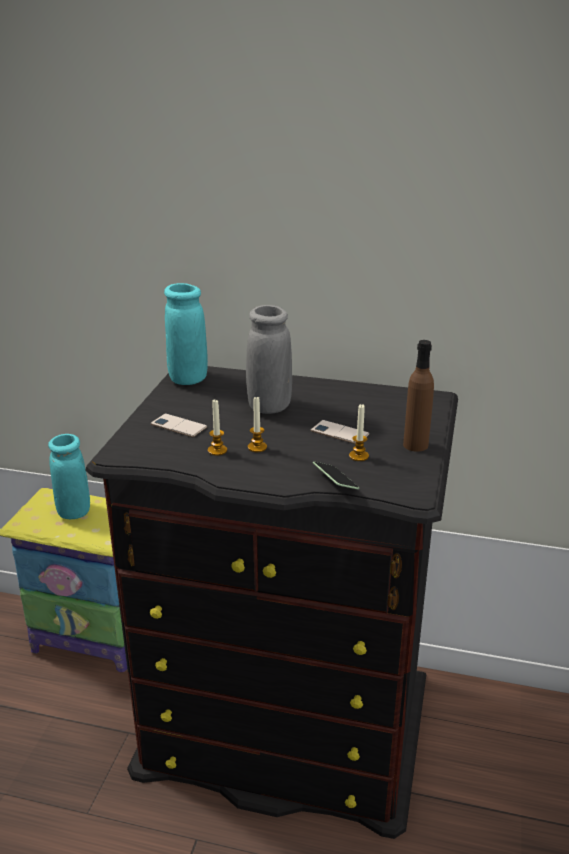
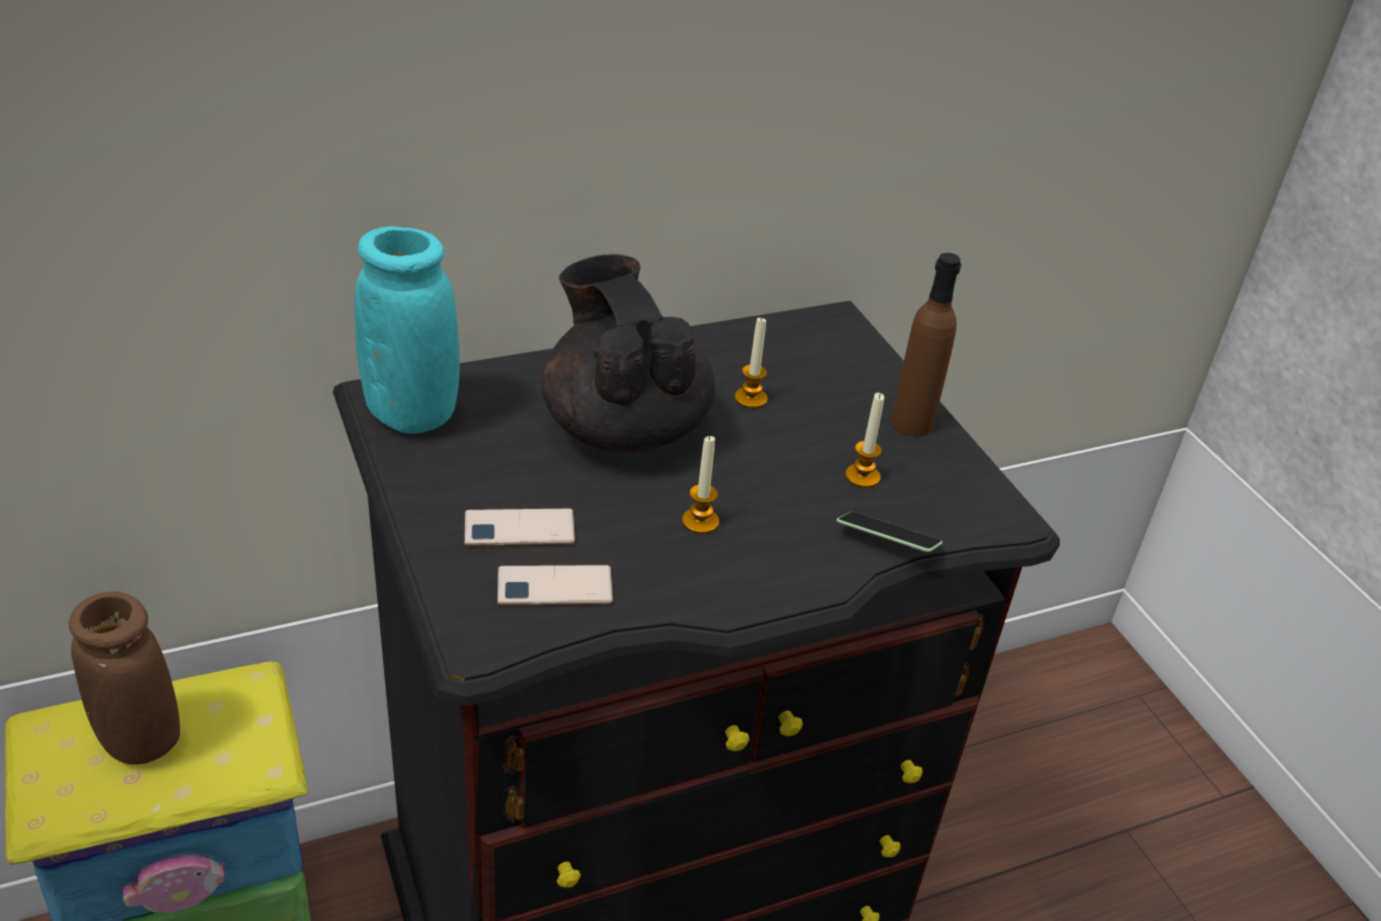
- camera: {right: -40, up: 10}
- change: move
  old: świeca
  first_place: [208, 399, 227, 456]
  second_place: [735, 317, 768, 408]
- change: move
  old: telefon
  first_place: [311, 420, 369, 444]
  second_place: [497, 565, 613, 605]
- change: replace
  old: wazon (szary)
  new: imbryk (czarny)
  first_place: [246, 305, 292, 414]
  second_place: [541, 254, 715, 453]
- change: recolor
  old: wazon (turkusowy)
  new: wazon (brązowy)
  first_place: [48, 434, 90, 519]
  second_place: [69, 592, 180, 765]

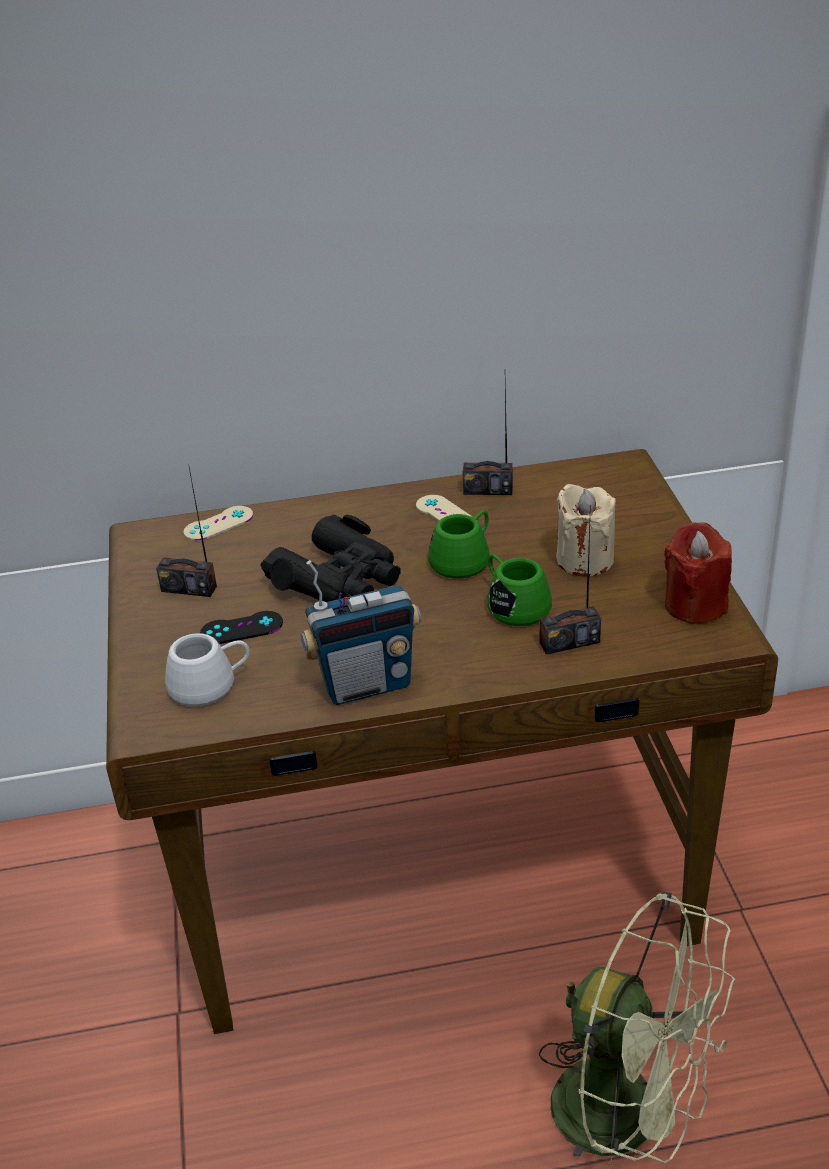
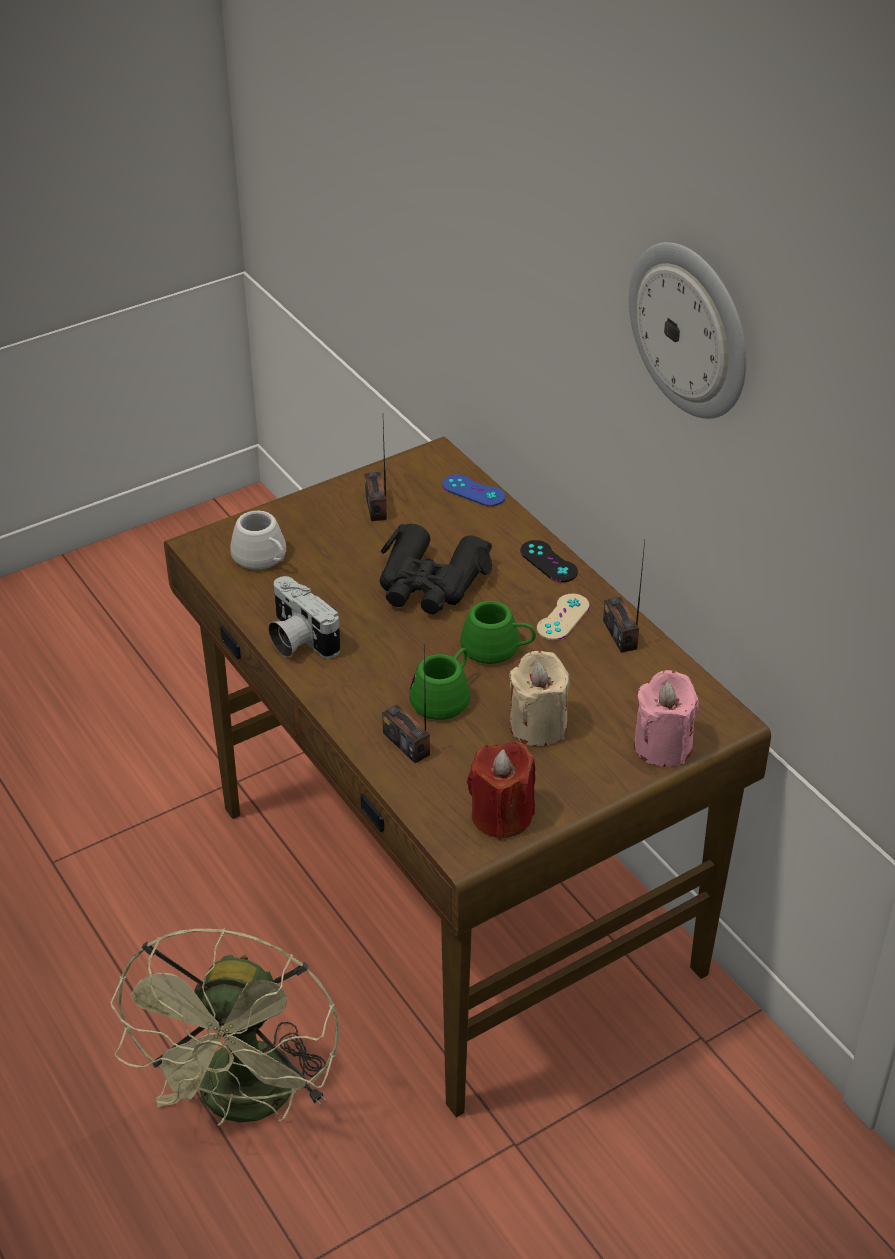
- camera: {right: 65, up: 5}
- change: insert
  new: zegar ścienny
  second_place: [629, 242, 747, 419]
- change: insert
  new: świeca (różowy)
  second_place: [634, 670, 699, 767]
- change: move
  old: pad do gier (czarny)
  first_place: [200, 611, 283, 644]
  second_place: [520, 540, 578, 582]
- change: replace
  old: radio
  new: aparat fotograficzny
  first_place: [301, 560, 421, 705]
  second_place: [268, 576, 340, 659]
- change: recolor
  old: pad do gier (beżowy)
  new: pad do gier (niebieski)
  first_place: [183, 506, 253, 541]
  second_place: [442, 474, 505, 506]

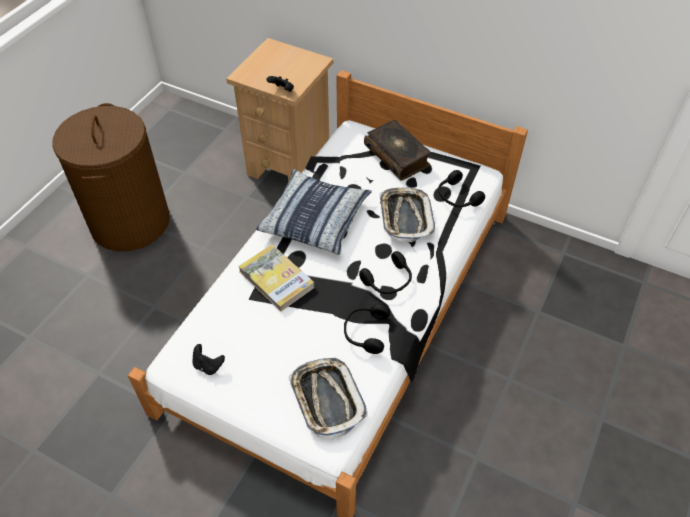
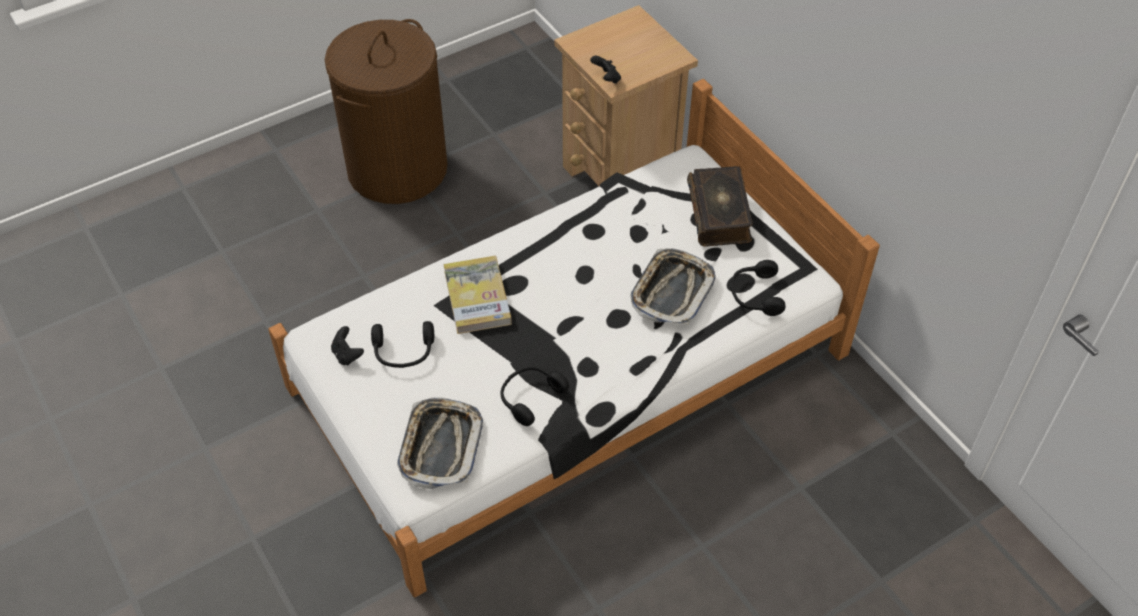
- camera: {right: 30, up: 0}
- change: delete
  old: poduszka
  first_place: [256, 169, 372, 255]
- change: move
  old: słuchawki (czarny)
  first_place: [359, 251, 412, 294]
  second_place: [371, 321, 434, 368]

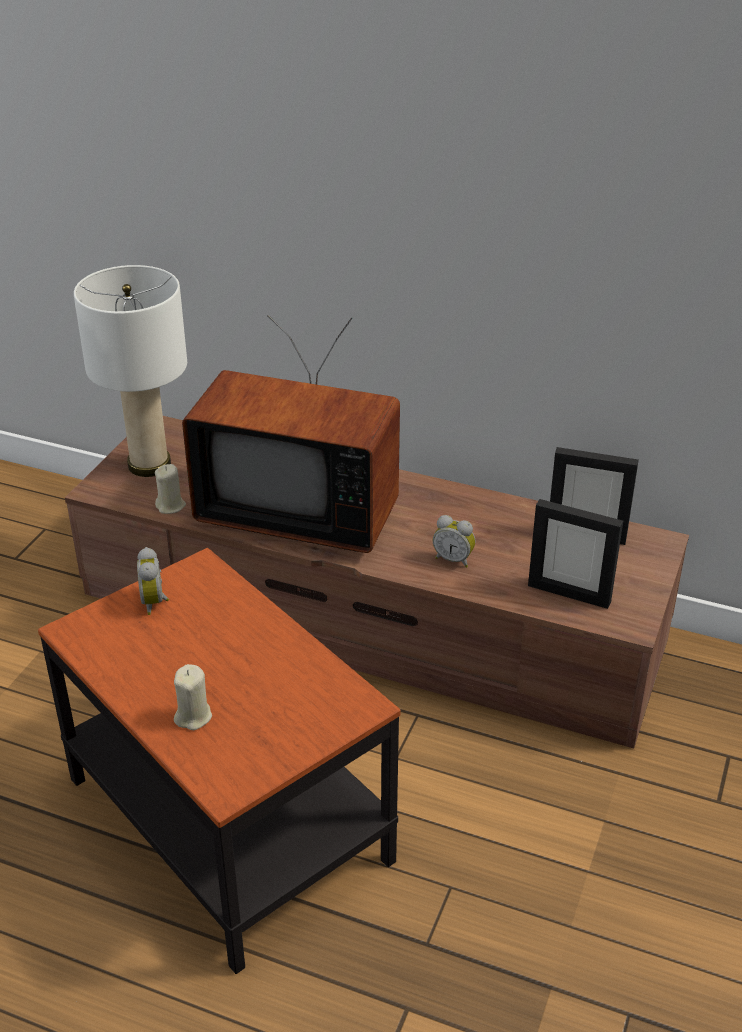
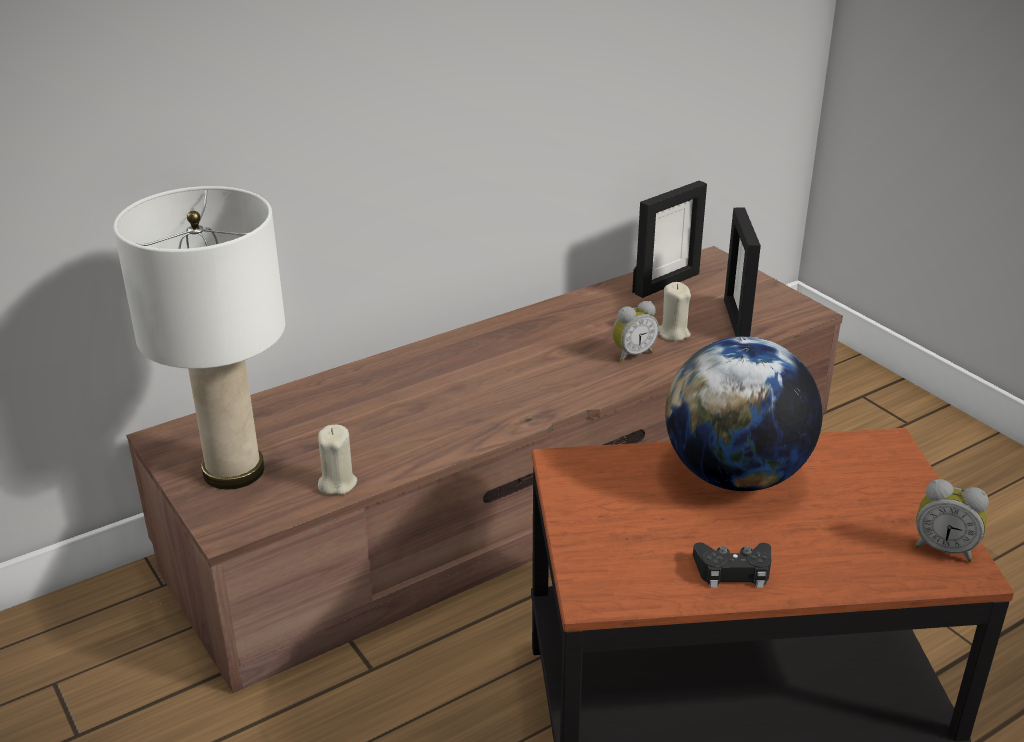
- camera: {right: -55, up: -5}
- change: delete
  old: telewizor
  first_place: [182, 315, 400, 553]
- change: insert
  new: globus
  second_place: [665, 337, 822, 491]
- change: insert
  new: pad do gier (czarny)
  second_place: [693, 542, 771, 588]
- change: move
  old: budzik
  first_place: [137, 547, 169, 615]
  second_place: [915, 479, 989, 562]
- change: move
  old: świeca (beżowy)
  first_place: [174, 664, 212, 730]
  second_place: [659, 282, 691, 341]
- change: rotate
  old: ramka na zdjęcie
  first_place: [528, 499, 623, 609]
  second_place: [724, 208, 761, 337]
  degrees: 120

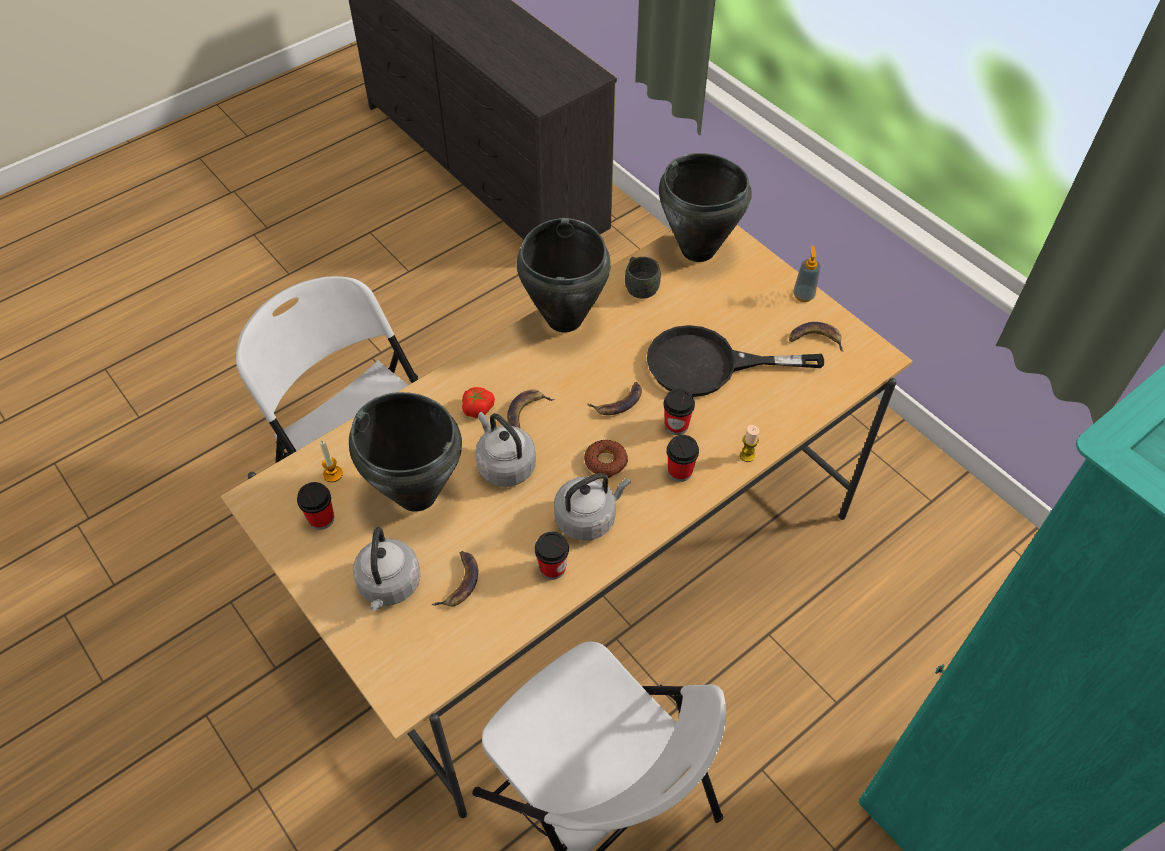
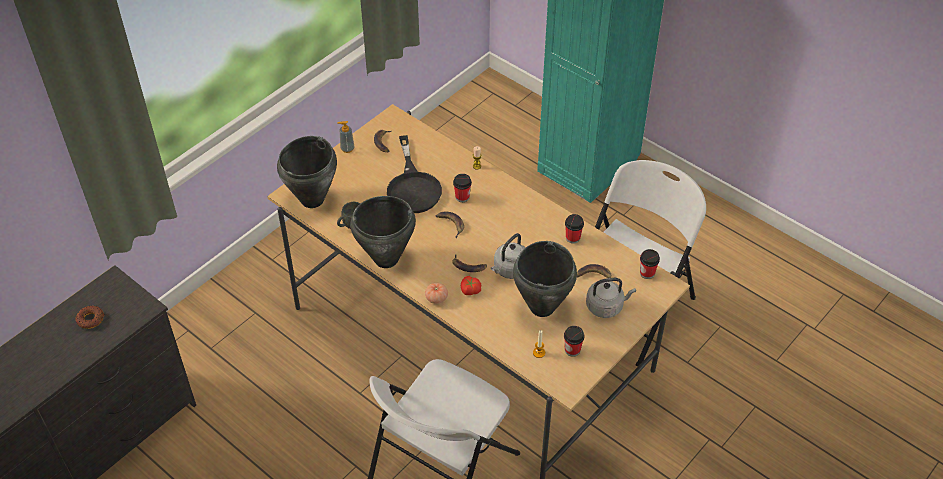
- camera: {right: -100, up: -5}
- change: delete
  old: czajnik (szary)
  first_place: [554, 473, 631, 541]
- change: insert
  new: pomidor
  second_place: [425, 283, 448, 304]
- change: move
  old: donut
  first_place: [584, 440, 628, 478]
  second_place: [76, 306, 105, 329]
- change: move
  old: filiżanka
  first_place: [667, 435, 699, 482]
  second_place: [640, 249, 660, 279]

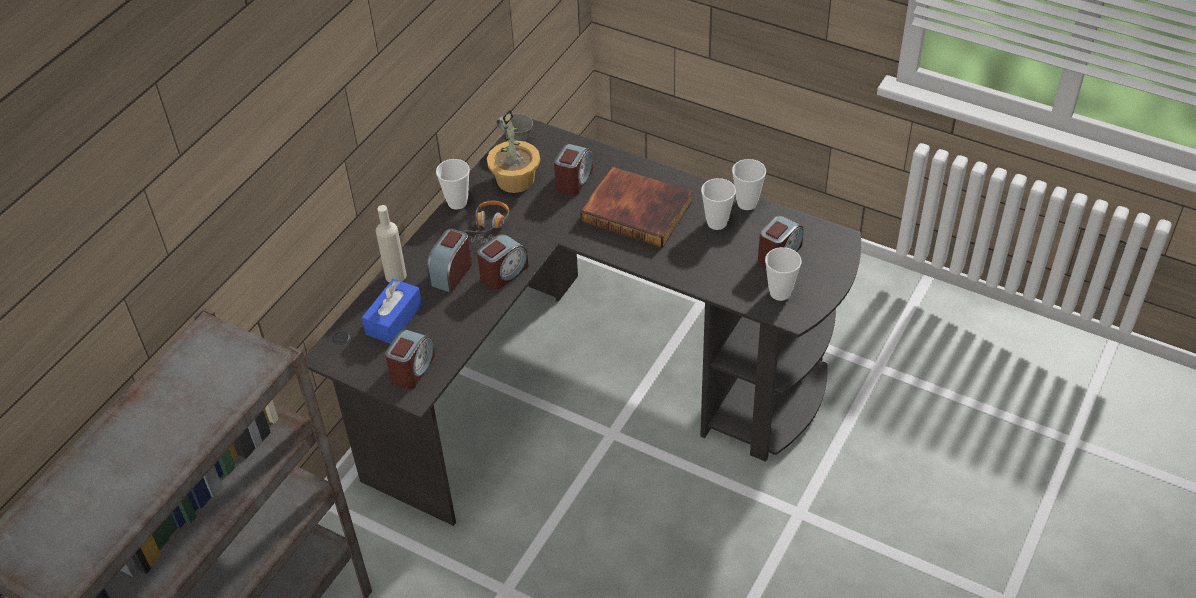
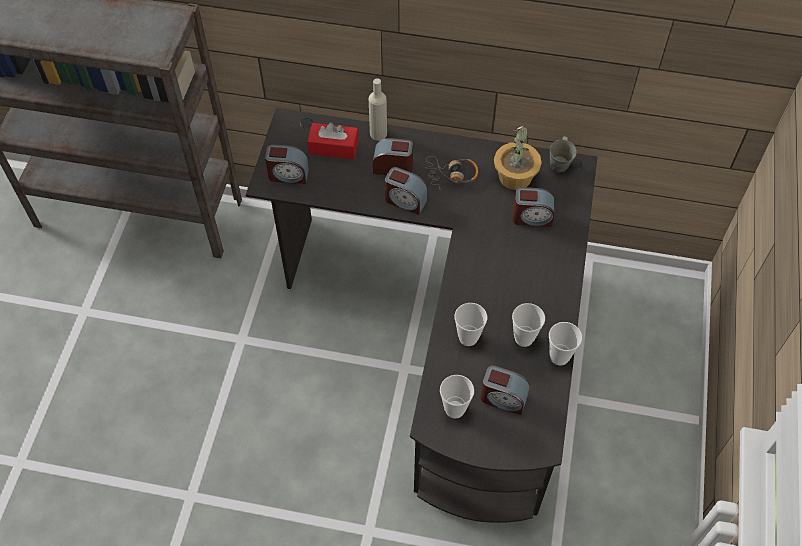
- camera: {right: 70, up: 10}
- change: delete
  old: książka
  first_place: [581, 167, 692, 248]
- change: move
  old: filiżanka
  first_place: [436, 159, 470, 210]
  second_place: [454, 303, 487, 346]
- change: recolor
  old: pudełko chusteczek (niebieski)
  new: pudełko chusteczek (czerwony)
  first_place: [362, 279, 422, 344]
  second_place: [307, 123, 359, 160]

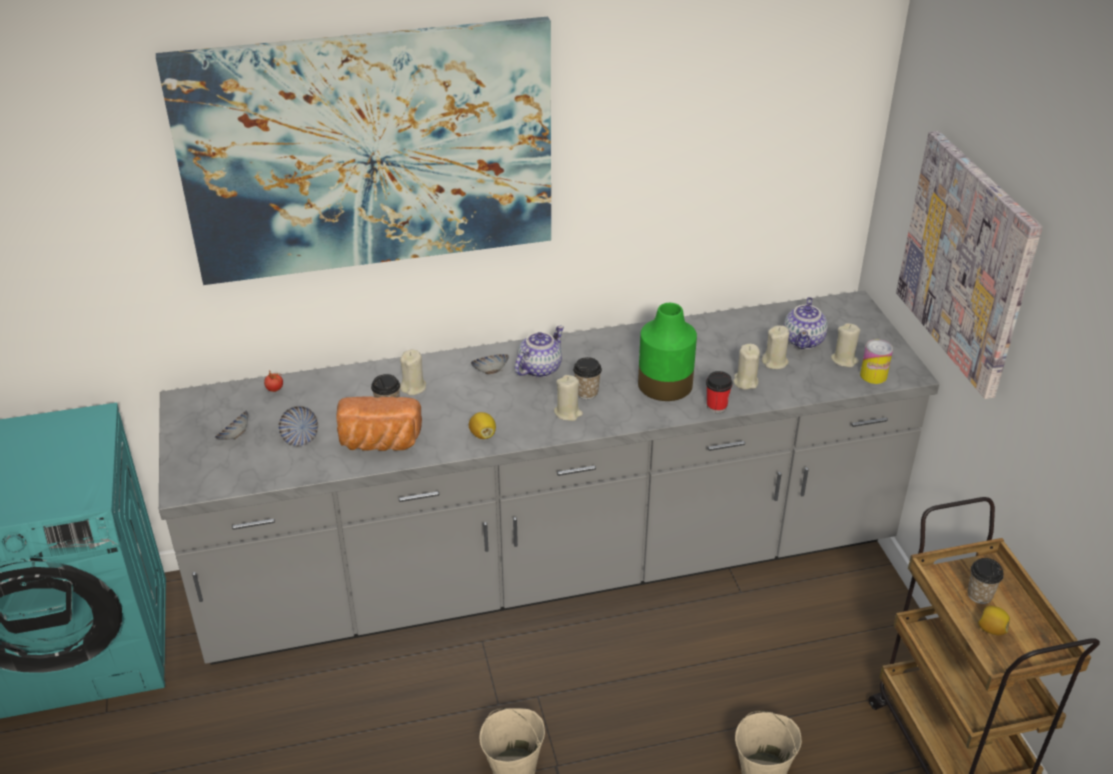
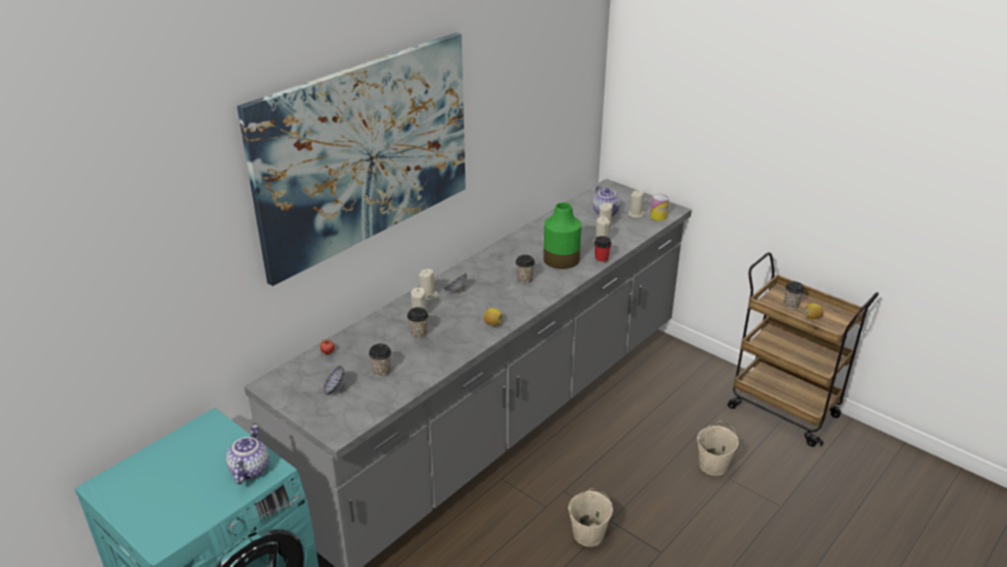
- camera: {right: -35, up: -5}
- change: delete
  old: chleb
  first_place: [336, 396, 422, 451]
- change: delete
  old: obraz
  first_place: [896, 131, 1042, 399]
- change: move
  old: imbryk
  first_place: [515, 326, 564, 378]
  second_place: [226, 425, 269, 484]
- change: move
  old: świeca (beżowy)
  first_place: [554, 375, 583, 421]
  second_place: [419, 269, 438, 301]
- change: replace
  old: miska
  new: filiżanka
  first_place: [278, 406, 318, 447]
  second_place: [369, 344, 391, 377]

